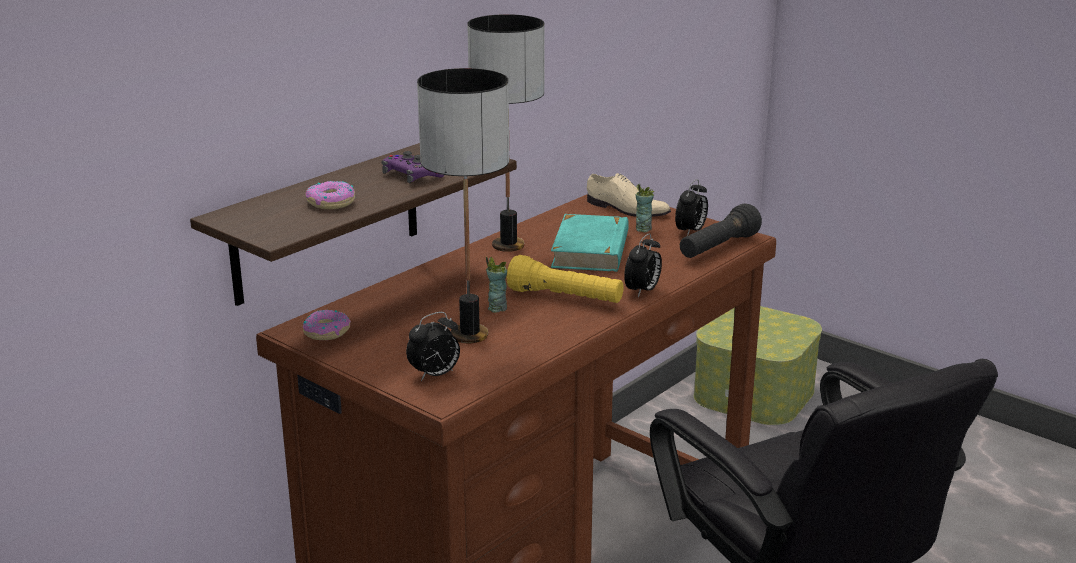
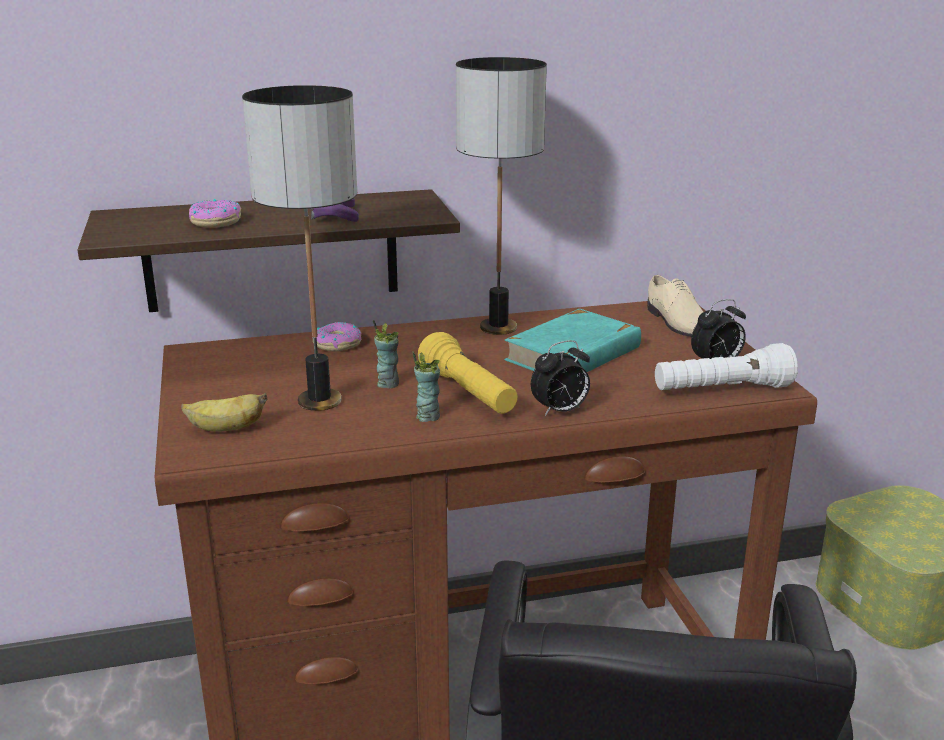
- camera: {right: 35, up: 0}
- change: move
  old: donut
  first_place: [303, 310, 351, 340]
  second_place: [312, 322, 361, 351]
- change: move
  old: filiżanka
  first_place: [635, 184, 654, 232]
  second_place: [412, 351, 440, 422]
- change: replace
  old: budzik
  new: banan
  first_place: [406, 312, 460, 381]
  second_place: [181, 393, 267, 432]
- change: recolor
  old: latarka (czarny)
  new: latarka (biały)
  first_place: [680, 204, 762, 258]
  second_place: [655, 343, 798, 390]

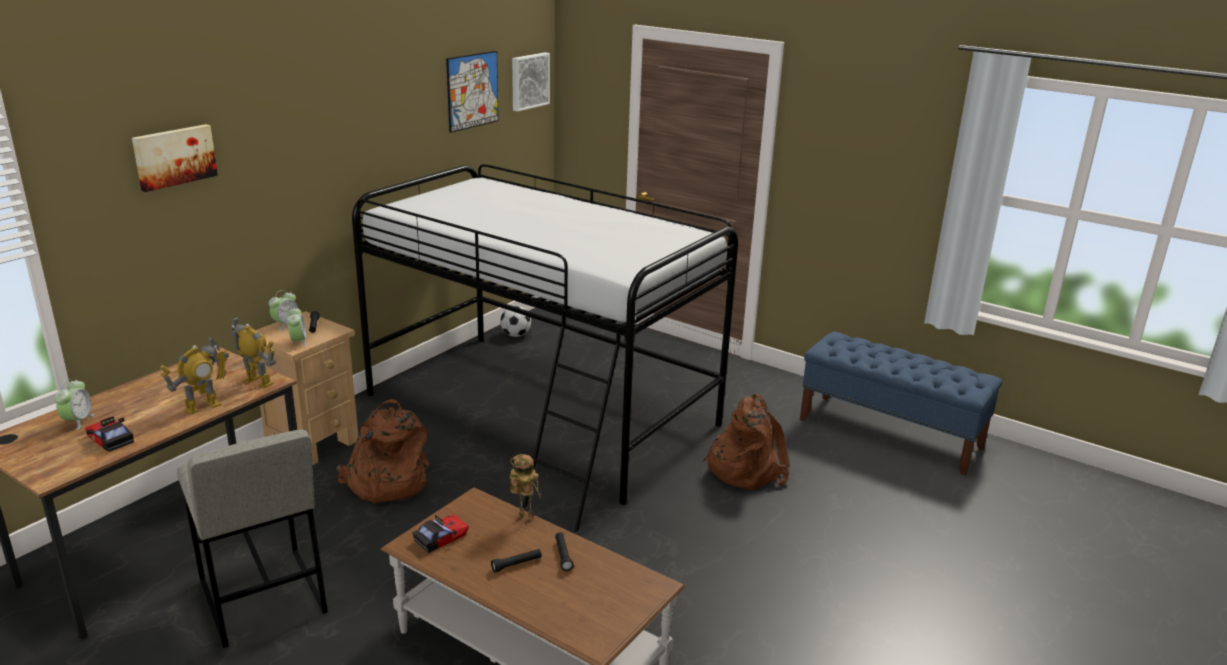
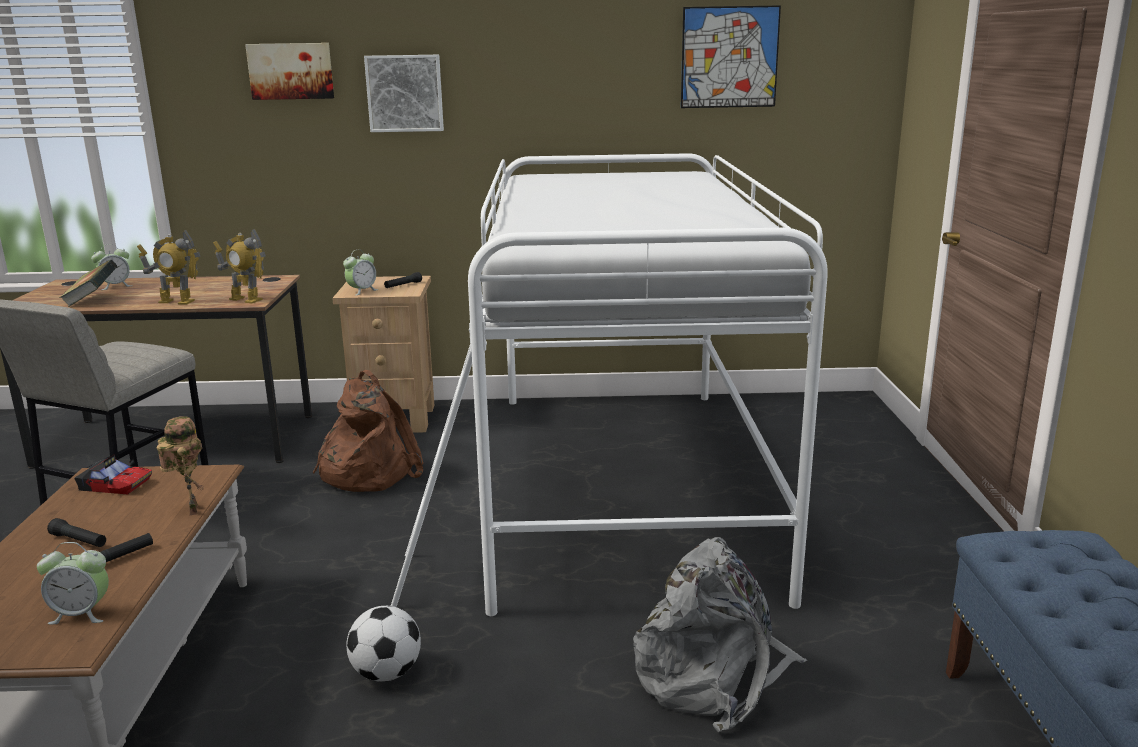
- camera: {right: 55, up: -5}
- change: move
  old: budzik
  first_place: [268, 290, 298, 331]
  second_place: [37, 542, 109, 624]
- change: move
  old: piłka futbolowa
  first_place: [500, 306, 531, 337]
  second_place: [346, 606, 421, 682]
- change: move
  old: obraz
  first_place: [512, 53, 550, 112]
  second_place: [364, 55, 444, 132]
- change: replace
  old: samochodzik
  new: książka
  first_place: [85, 416, 134, 452]
  second_place: [60, 260, 118, 307]
- change: recolor
  old: łóżko (czarny)
  new: łóżko (biały)
  first_place: [352, 164, 738, 532]
  second_place: [391, 153, 828, 616]
- change: recolor
  old: plecak (brązowy)
  new: plecak (szary)
  first_place: [703, 394, 790, 490]
  second_place: [633, 537, 807, 733]
- change: rotate
  old: robot zabawkowy
  first_place: [231, 316, 276, 388]
  second_place: [213, 229, 266, 303]
  degrees: 120

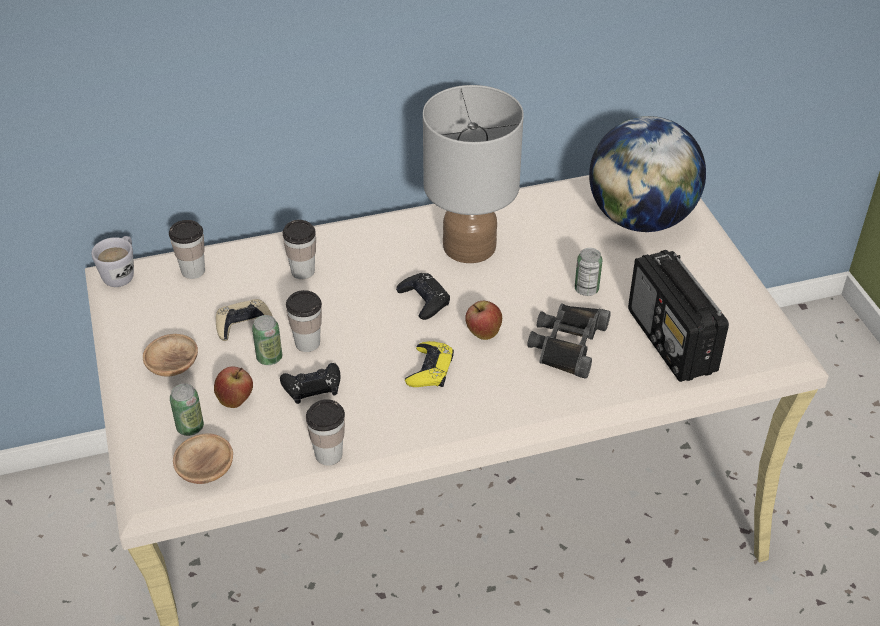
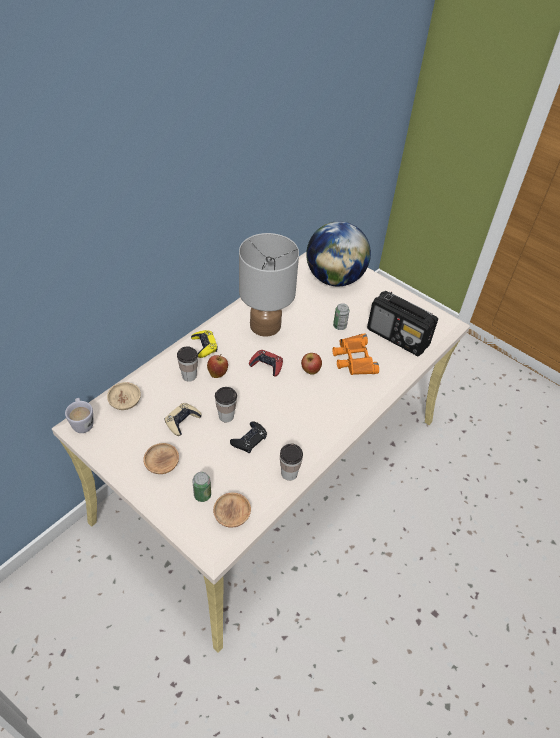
- camera: {right: -35, up: 5}
- change: delete
  old: puszka
  first_place: [252, 315, 282, 365]
- change: move
  old: jabłko
  first_place: [214, 367, 253, 408]
  second_place: [207, 354, 228, 378]
- change: move
  old: pad do gier (żółty)
  first_place: [405, 341, 454, 387]
  second_place: [191, 330, 218, 358]
- change: replace
  old: filiżanka
  new: miska (beżowy)
  first_place: [169, 220, 205, 279]
  second_place: [107, 382, 141, 410]
- change: recolor
  old: pad do gier (czarny)
  new: pad do gier (czerwony)
  first_place: [396, 273, 450, 320]
  second_place: [249, 350, 283, 376]
- change: recolor
  old: lornetka (czarny)
  new: lornetka (pomarańczowy)
  first_place: [527, 303, 611, 379]
  second_place: [332, 334, 379, 375]

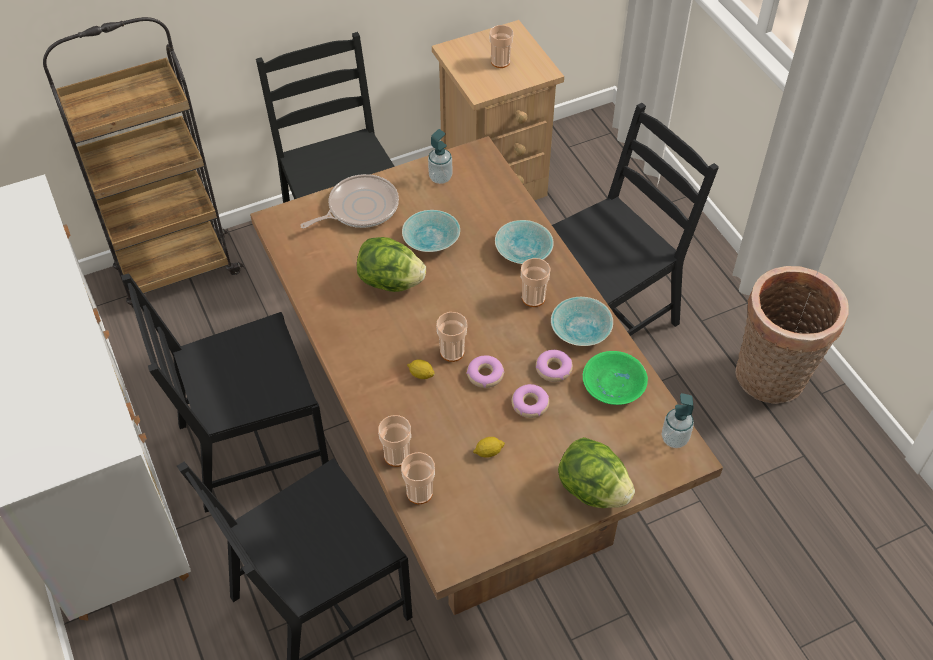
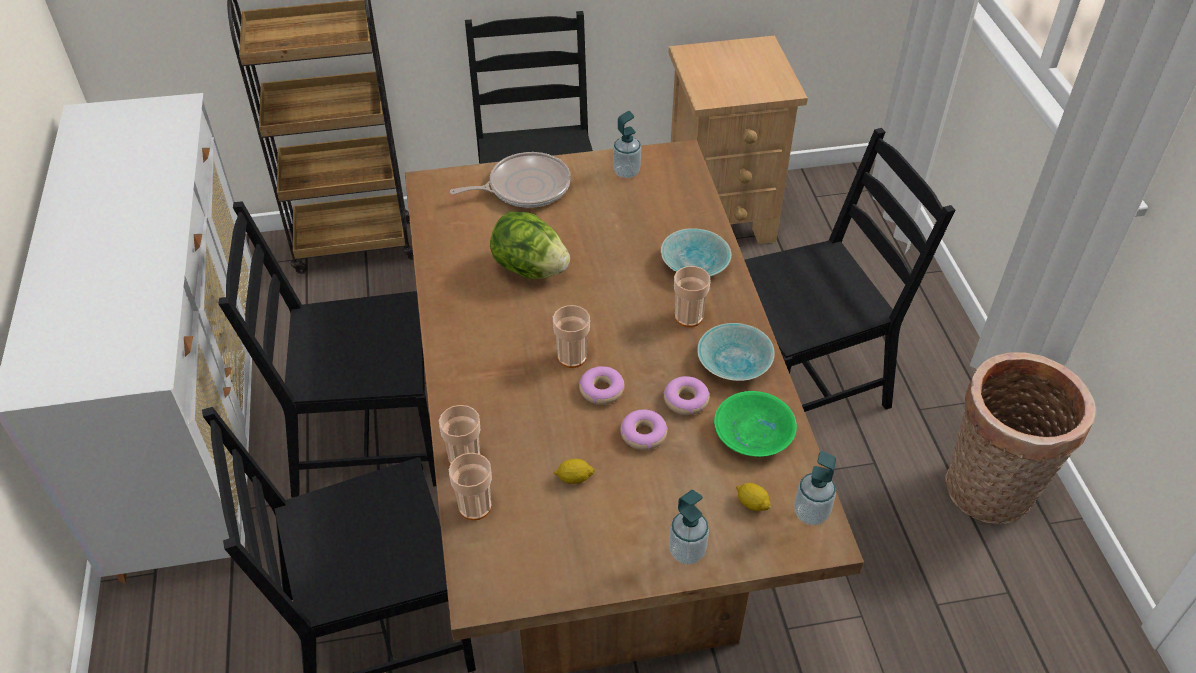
- camera: {right: 15, up: -5}
- change: delete
  old: miska (turkusowy)
  first_place: [402, 210, 460, 252]
- change: delete
  old: filiżanka
  first_place: [490, 25, 514, 68]
- change: move
  old: cytryna
  first_place: [407, 360, 435, 379]
  second_place: [736, 483, 771, 511]
- change: replace
  old: sałata
  new: dozownik mydła
  first_place: [558, 437, 635, 508]
  second_place: [669, 490, 709, 565]

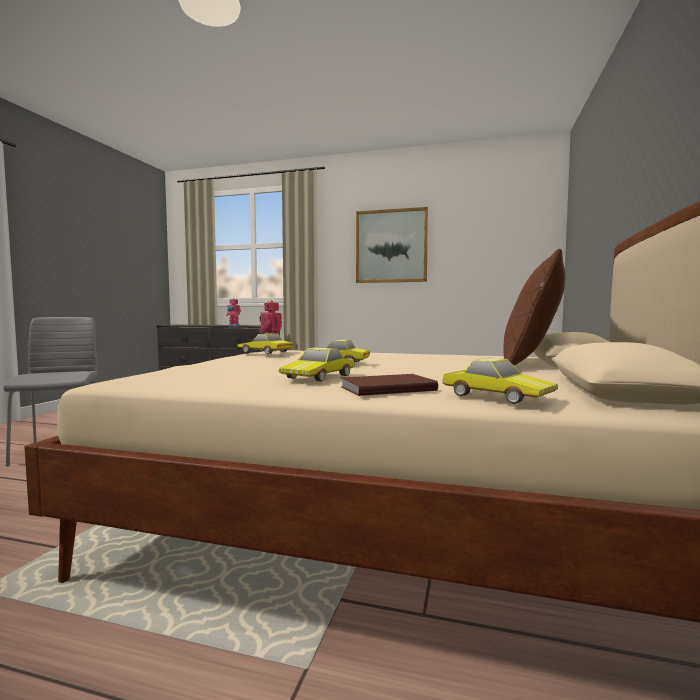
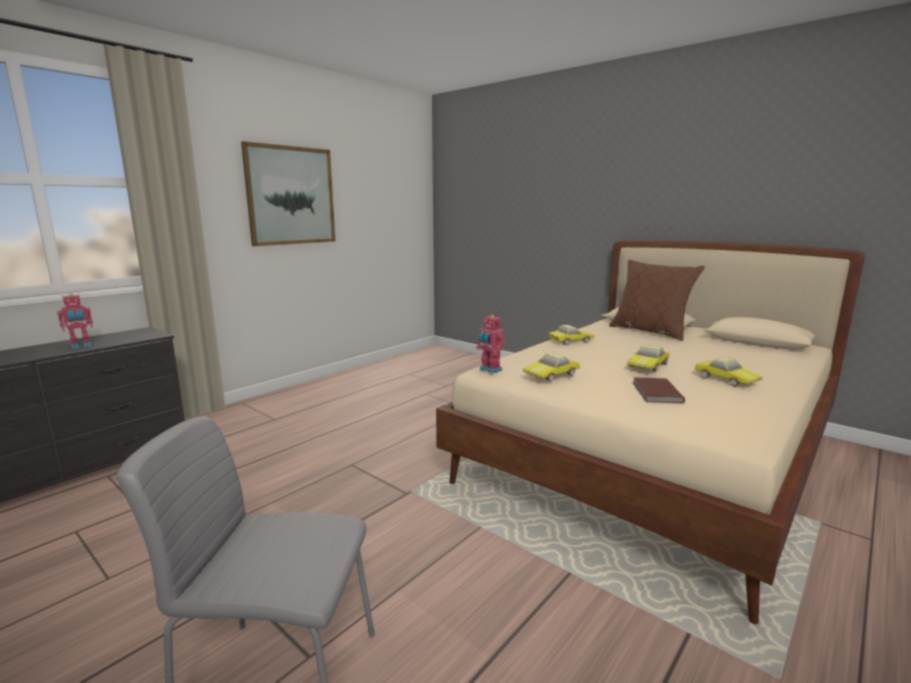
- camera: {right: -65, up: 10}
- change: move
  old: książka (brązowy)
  first_place: [341, 374, 438, 396]
  second_place: [633, 377, 685, 403]
- change: move
  old: samochodzik
  first_place: [443, 358, 558, 404]
  second_place: [548, 325, 595, 345]

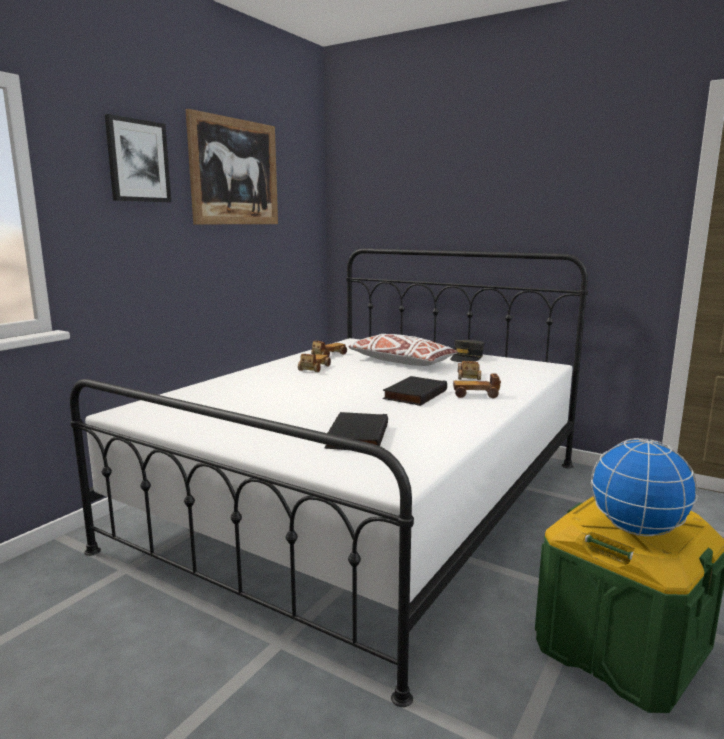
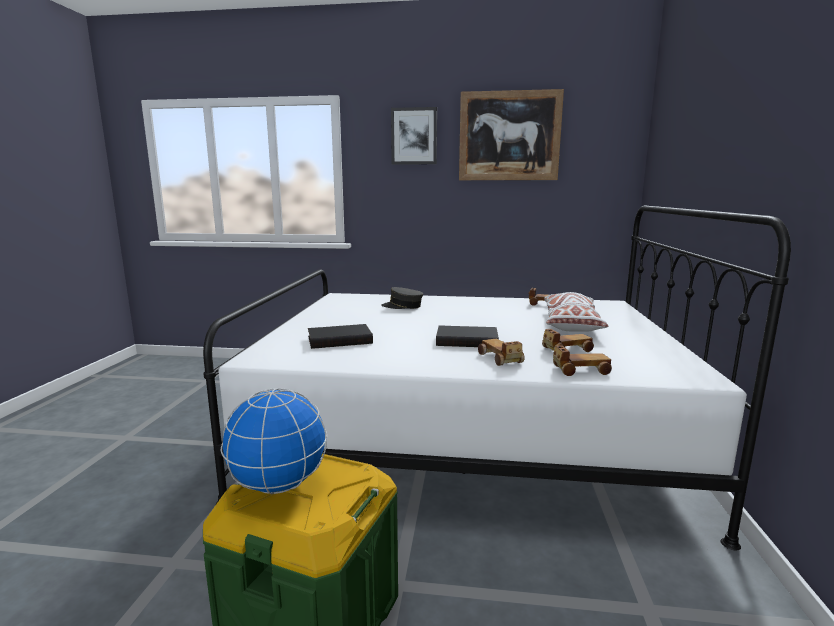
- camera: {right: 65, up: 0}
- change: move
  old: samochodzik
  first_place: [298, 354, 331, 372]
  second_place: [553, 345, 612, 376]
- change: move
  old: czapka z daszkiem (szary)
  first_place: [450, 340, 485, 362]
  second_place: [381, 287, 423, 309]

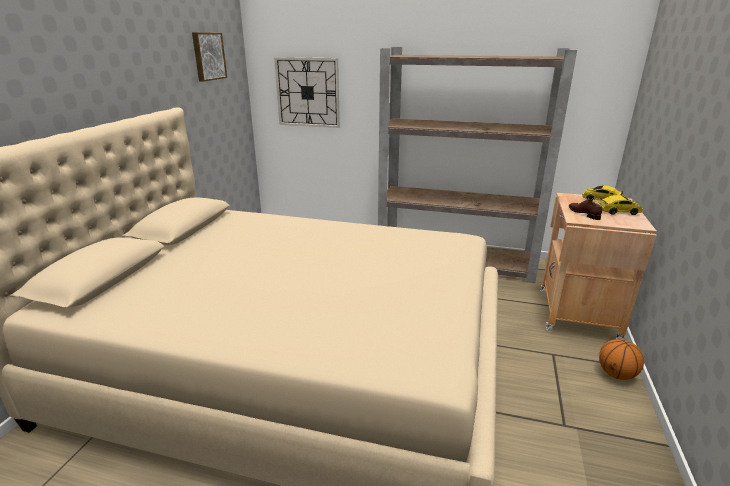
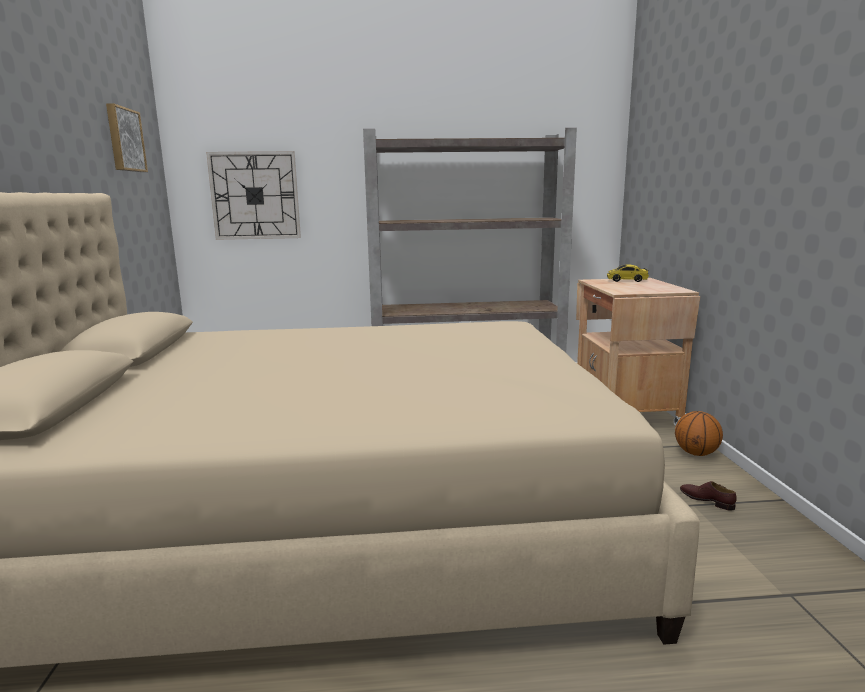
- camera: {right: -20, up: -10}
- change: delete
  old: samochodzik
  first_place: [597, 195, 643, 215]
- change: move
  old: but (brązowy)
  first_place: [569, 199, 602, 220]
  second_place: [680, 481, 737, 511]

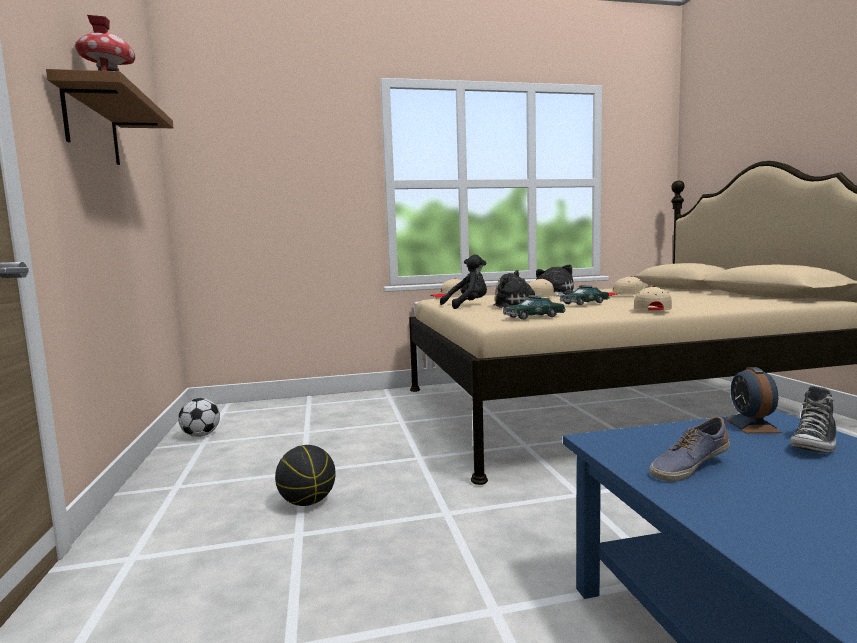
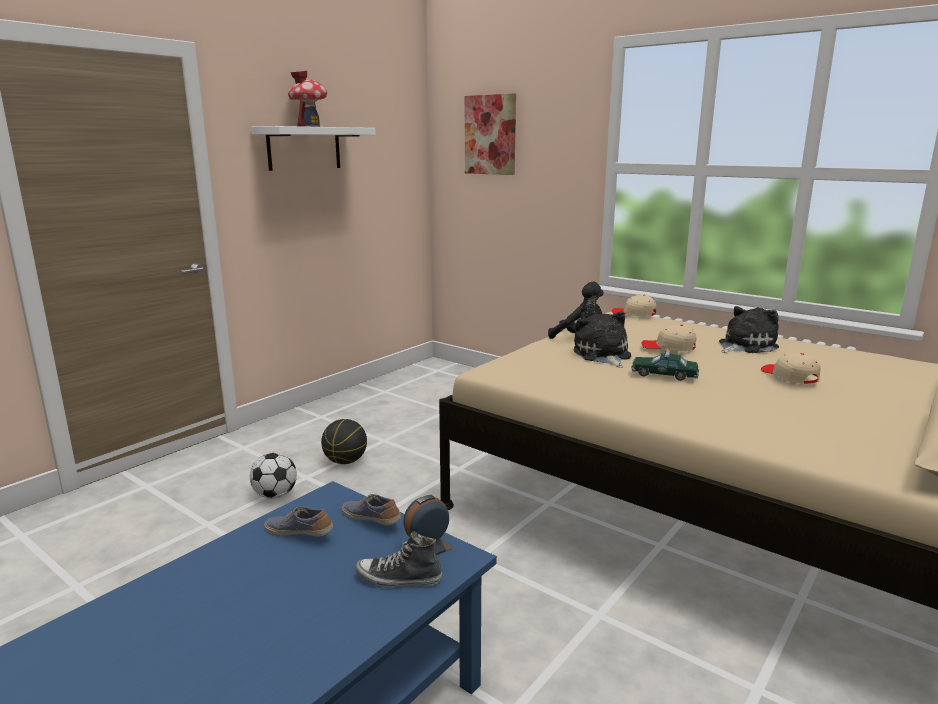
- camera: {right: 50, up: 10}
- change: delete
  old: samochodzik
  first_place: [503, 295, 566, 320]
- change: delete
  old: czapka z daszkiem (beżowy)
  first_place: [634, 286, 672, 310]
- change: insert
  new: but
  second_place: [342, 494, 401, 526]
- change: insert
  new: obraz
  second_place: [465, 93, 516, 175]
- change: move
  old: piłka futbolowa
  first_place: [178, 398, 220, 437]
  second_place: [250, 453, 297, 499]
- change: recolor
  old: półka (brązowy)
  new: półka (biały)
  first_place: [46, 69, 173, 165]
  second_place: [252, 126, 376, 171]

